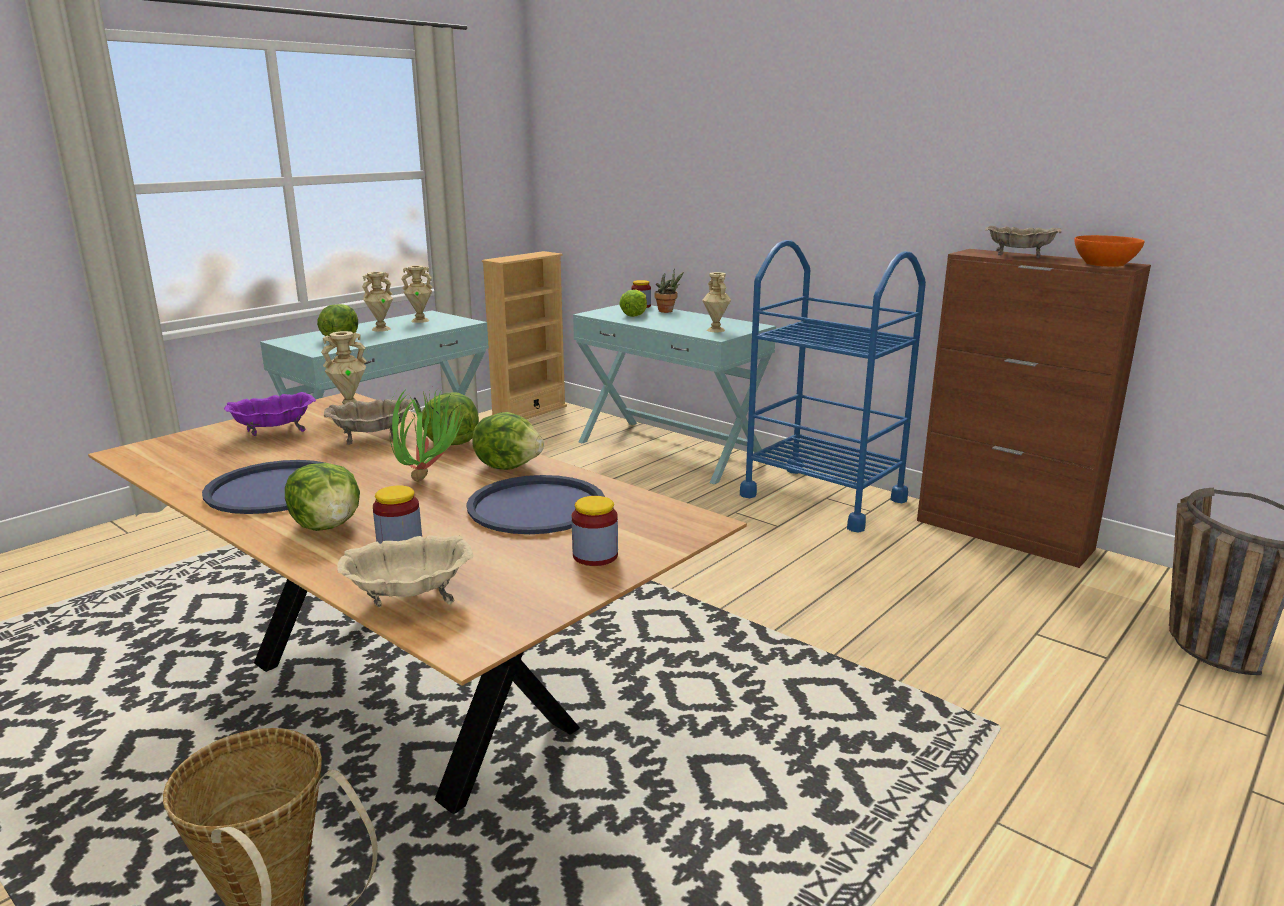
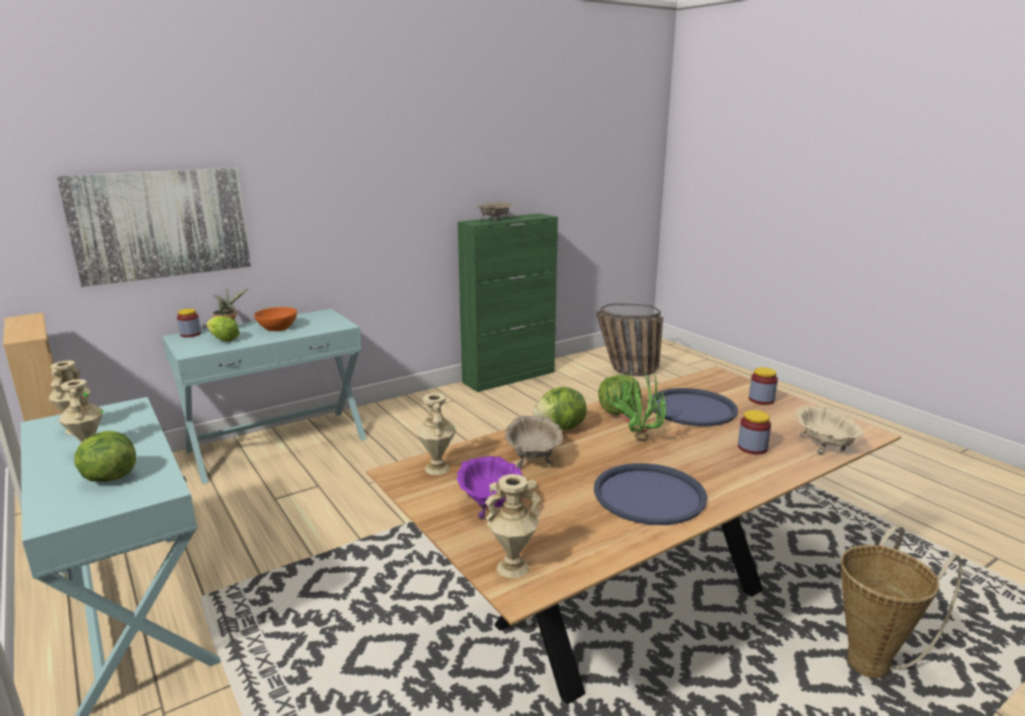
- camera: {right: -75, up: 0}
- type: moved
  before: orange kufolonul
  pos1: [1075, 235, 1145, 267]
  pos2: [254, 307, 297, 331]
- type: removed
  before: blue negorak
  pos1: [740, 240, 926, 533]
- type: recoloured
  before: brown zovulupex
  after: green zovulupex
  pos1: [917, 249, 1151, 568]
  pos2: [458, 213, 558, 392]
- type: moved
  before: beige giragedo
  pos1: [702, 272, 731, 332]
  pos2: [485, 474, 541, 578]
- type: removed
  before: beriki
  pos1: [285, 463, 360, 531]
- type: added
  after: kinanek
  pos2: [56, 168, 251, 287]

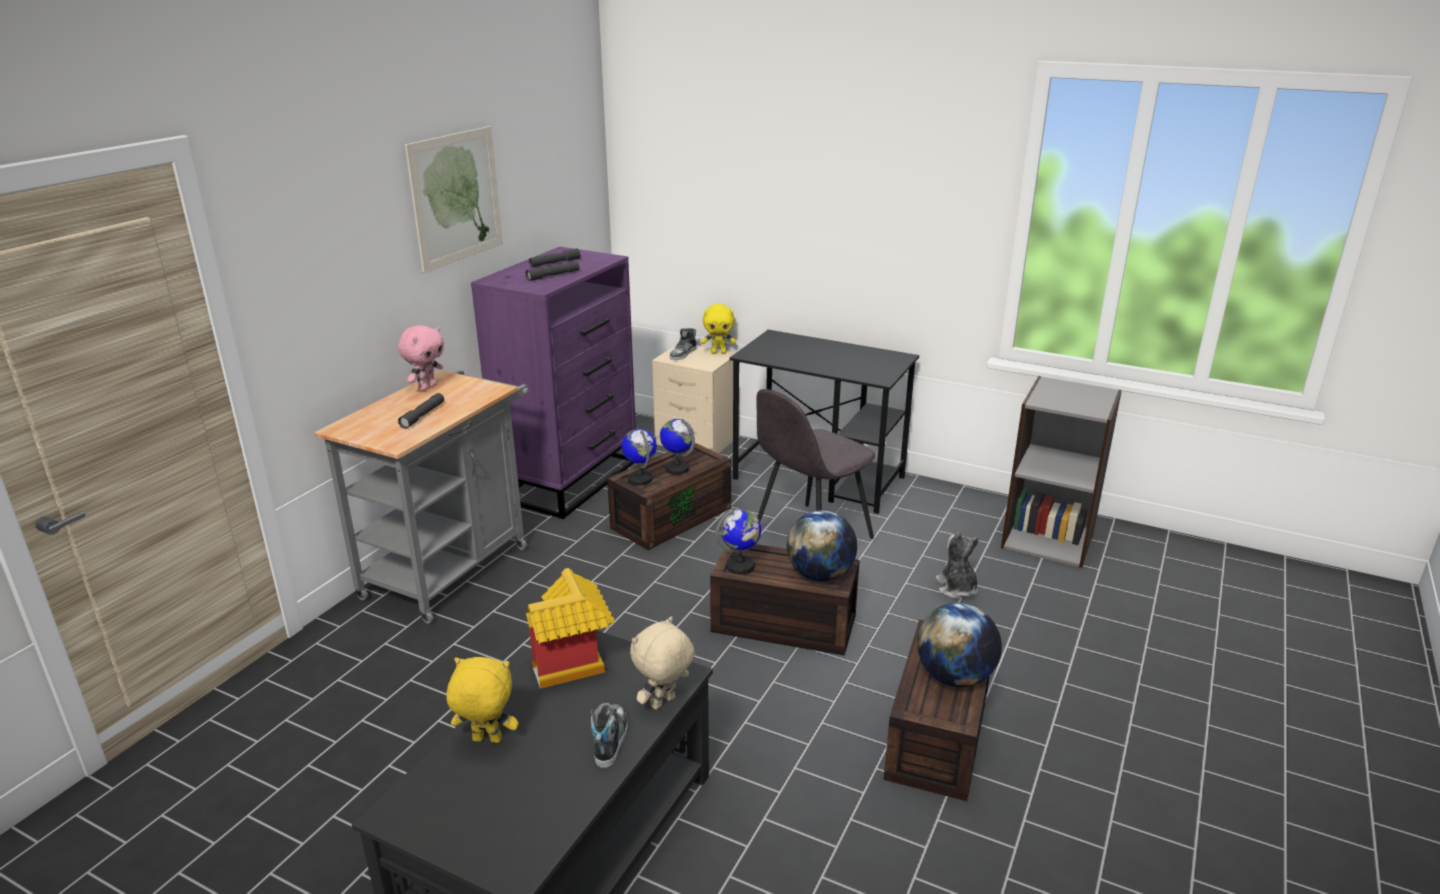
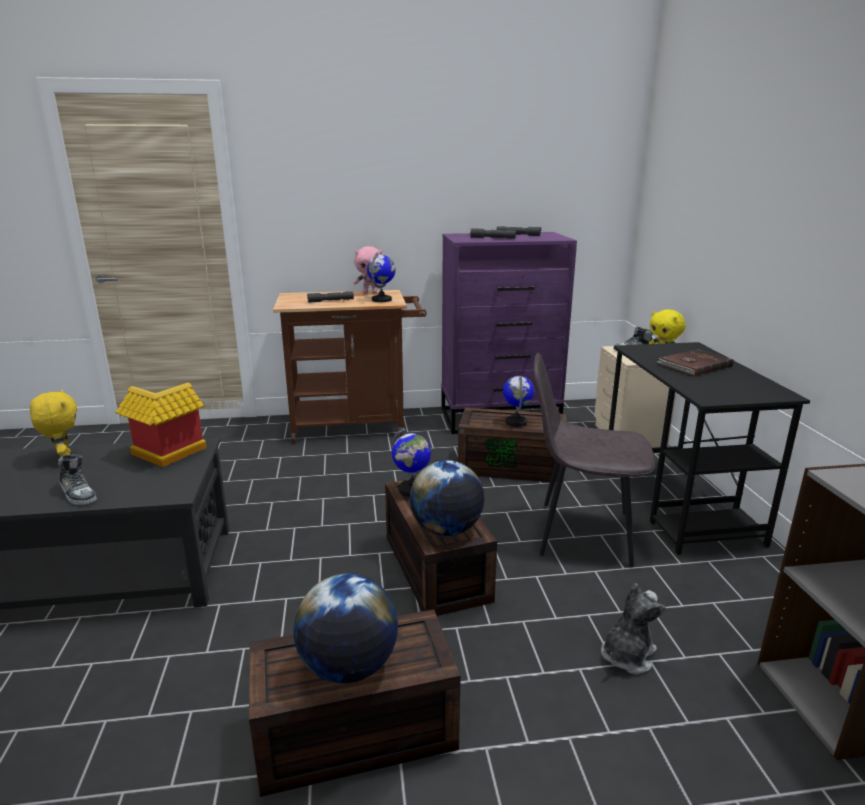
- camera: {right: 55, up: -5}
- type: removed
  before: kinanek
  pos1: [405, 126, 503, 273]
- type: recoloured
  before: grey negorak
  after: brown negorak
  pos1: [314, 370, 529, 624]
  pos2: [273, 290, 426, 443]
- type: moved
  before: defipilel
  pos1: [622, 429, 657, 486]
  pos2: [367, 252, 396, 302]
- type: removed
  before: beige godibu
  pos1: [630, 616, 695, 710]
- type: turned
  before: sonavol
  pos1: [591, 703, 628, 768]
  pos2: [58, 454, 97, 505]
  turn: 75
- type: added
  after: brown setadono
  pos2: [657, 349, 734, 376]

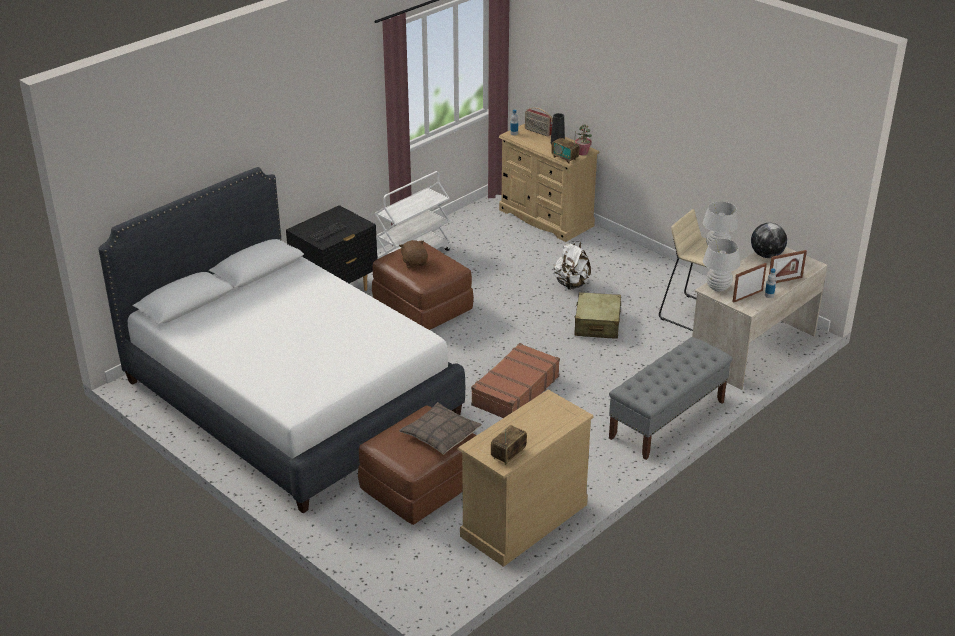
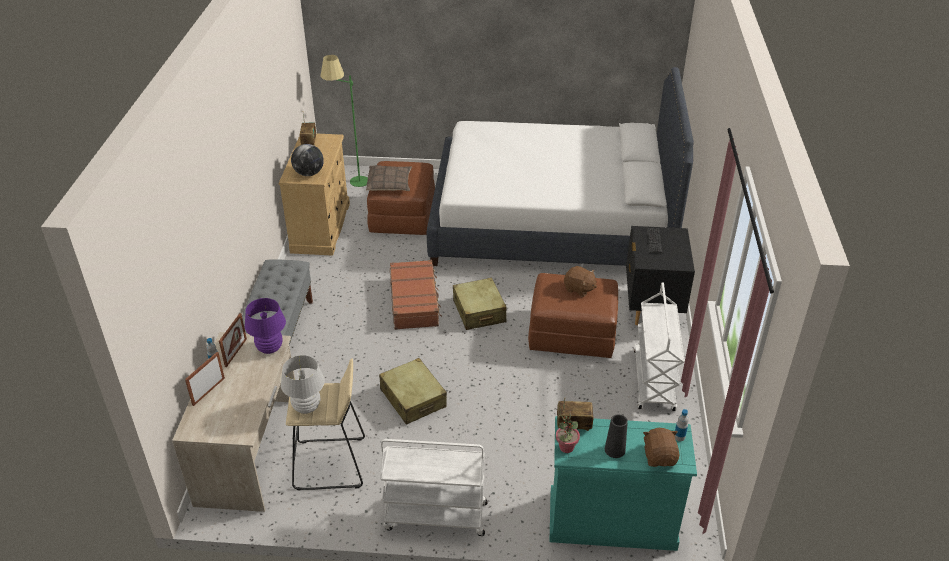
- camera: {right: 140, up: 5}
- type: replaced
  before: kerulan
  after: brown godibu
  pos1: [525, 108, 552, 137]
  pos2: [643, 428, 679, 467]
- type: recoloured
  before: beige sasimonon
  after: turquoise sasimonon
  pos1: [499, 124, 599, 242]
  pos2: [549, 416, 697, 551]
- type: moved
  before: defipilel
  pos1: [751, 223, 787, 258]
  pos2: [291, 144, 324, 176]
- type: recoloured
  before: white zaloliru
  after: purple zaloliru
  pos1: [703, 239, 740, 292]
  pos2: [245, 298, 286, 354]
- type: removed
  before: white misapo
  pos1: [554, 241, 591, 290]
- type: added
  after: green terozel
  pos2: [320, 55, 368, 187]
- type: added
  after: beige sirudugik
  pos2: [453, 278, 506, 330]
- type: added
  after: white negorak
  pos2: [380, 439, 488, 536]

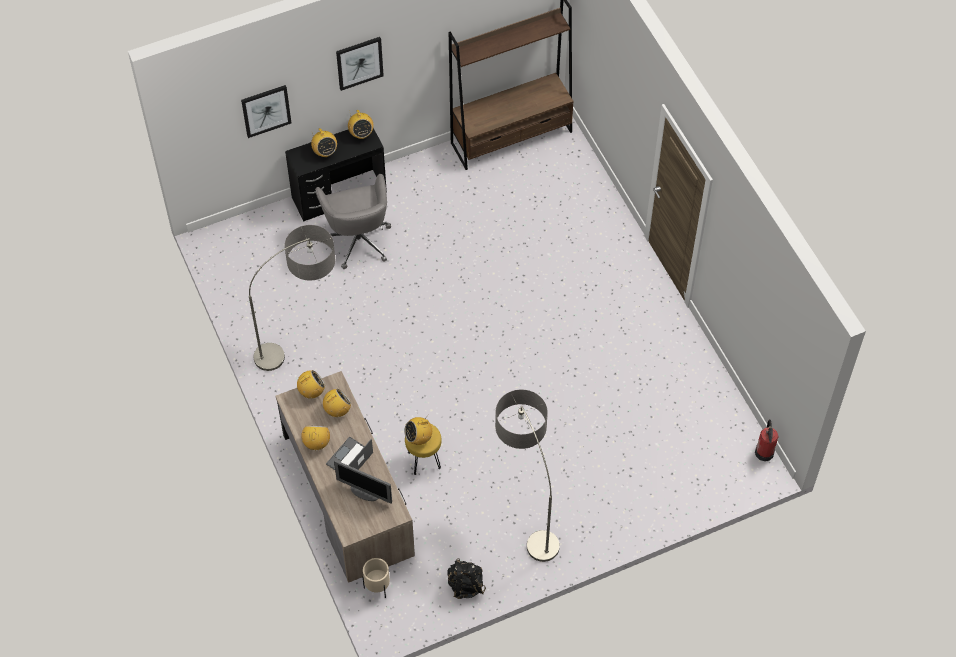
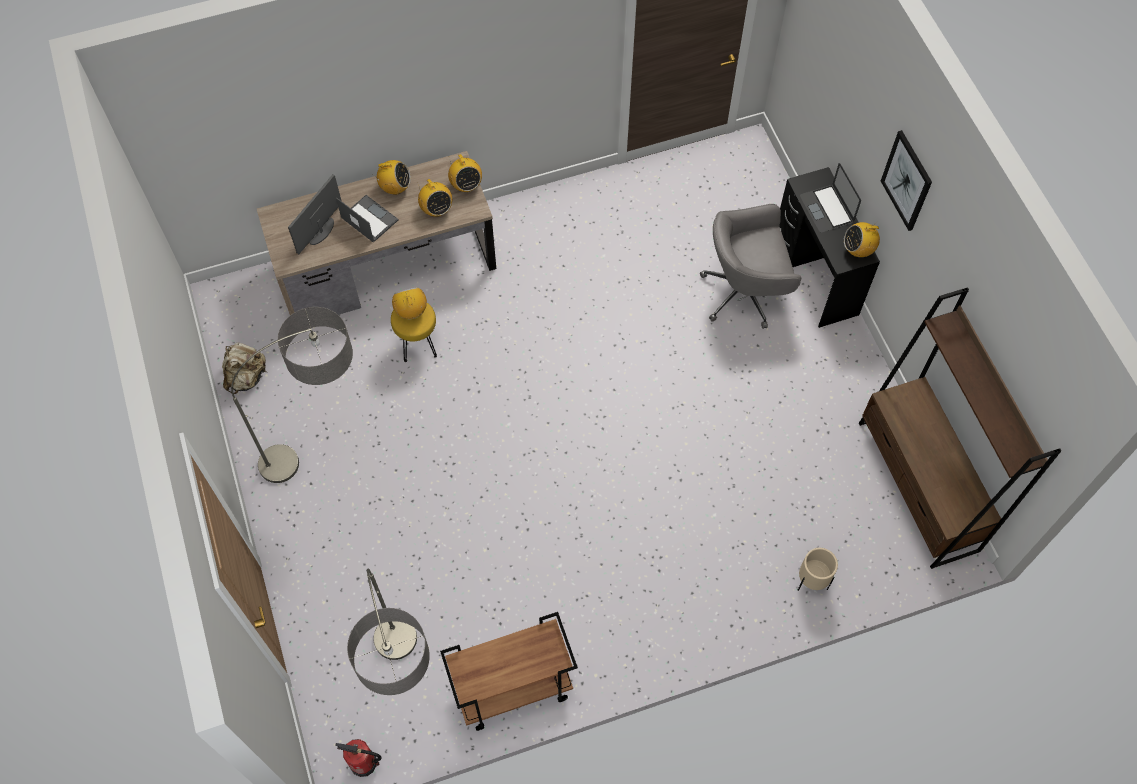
- camera: {right: 95, up: 5}
- type: removed
  before: kinanek
  pos1: [241, 85, 291, 138]
- type: replaced
  before: kerulan
  after: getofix
  pos1: [311, 128, 337, 157]
  pos2: [800, 163, 861, 233]
- type: moved
  before: terozel
  pos1: [249, 225, 335, 371]
  pos2: [347, 568, 430, 695]
- type: moved
  before: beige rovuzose
  pos1: [362, 558, 390, 598]
  pos2: [798, 548, 838, 591]
- type: recoloured
  before: black misapo
  after: beige misapo
  pos1: [447, 558, 486, 599]
  pos2: [222, 343, 266, 394]
- type: added
  after: brown negorak
  pos2: [440, 612, 578, 731]

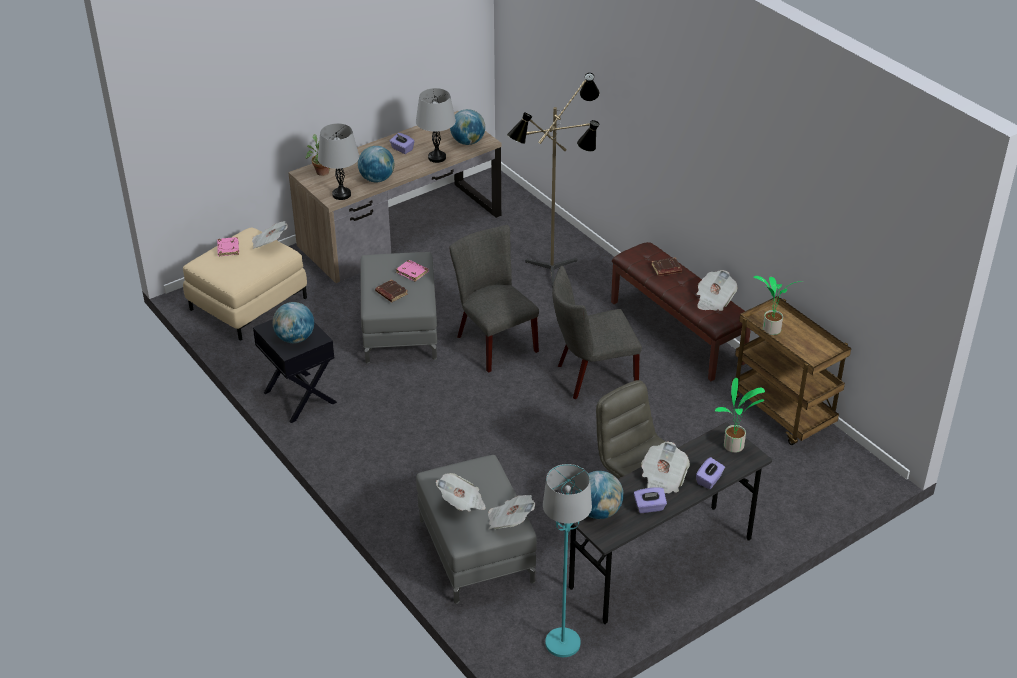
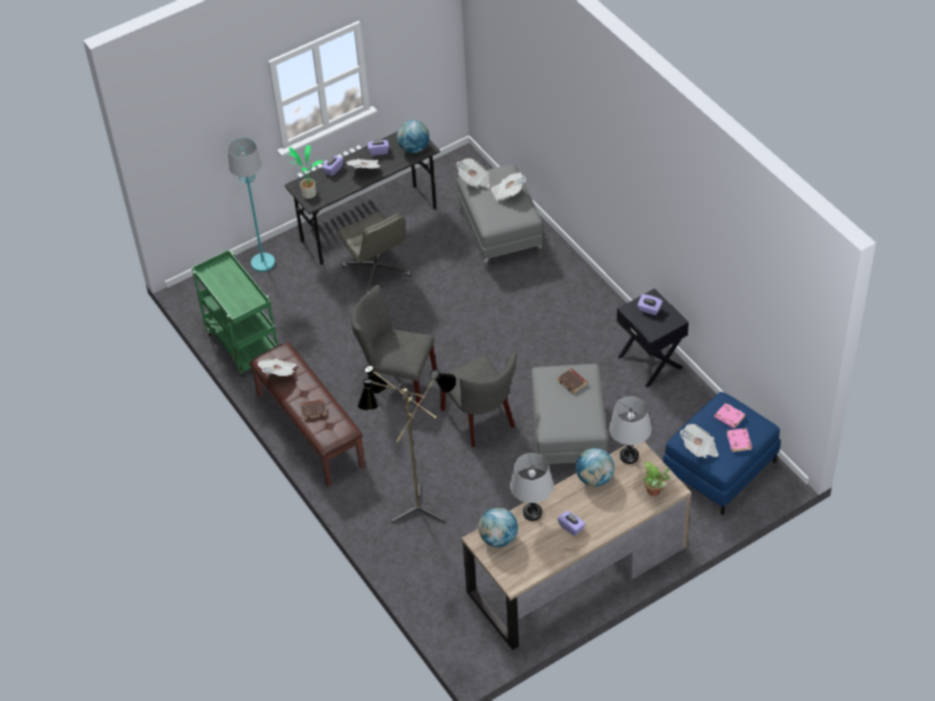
- camera: {right: -175, up: 10}
- type: recoloured
  before: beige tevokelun
  after: blue tevokelun
  pos1: [183, 227, 307, 341]
  pos2: [663, 392, 781, 515]
- type: moved
  before: pink setadono
  pos1: [396, 260, 429, 282]
  pos2: [714, 403, 746, 429]
- type: turned
  before: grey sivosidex
  pos1: [552, 266, 642, 400]
  pos2: [351, 285, 437, 408]
  turn: -150
- type: removed
  before: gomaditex
  pos1: [754, 276, 803, 335]
- type: recoloured
  before: brown negorak
  after: green negorak
  pos1: [731, 296, 851, 445]
  pos2: [191, 249, 278, 377]
- type: replaced
  before: defipilel
  after: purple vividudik
  pos1: [273, 302, 314, 343]
  pos2: [637, 294, 663, 315]
- type: moved
  before: turquoise terozel
  pos1: [543, 464, 592, 657]
  pos2: [228, 138, 275, 272]

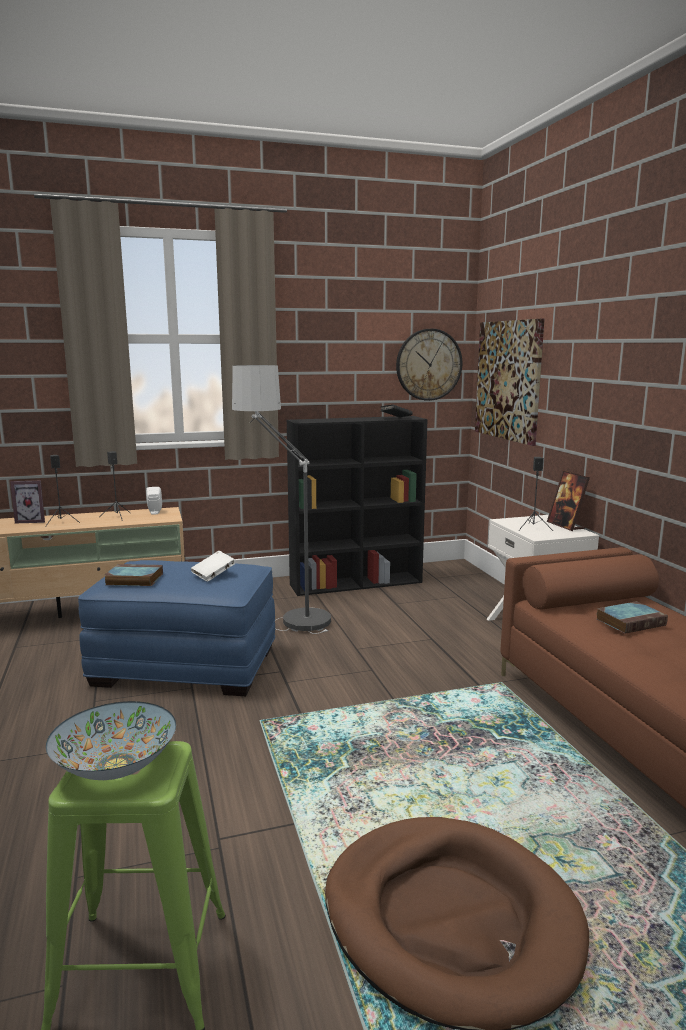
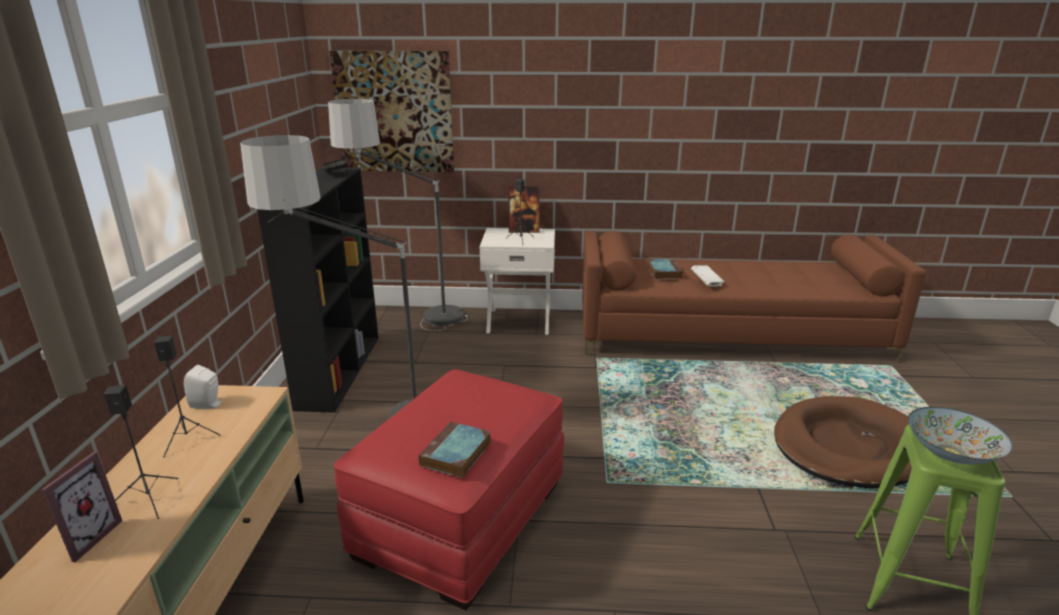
- camera: {right: -70, up: 10}
- type: removed
  before: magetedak
  pos1: [396, 329, 463, 401]
- type: moved
  before: white setadono
  pos1: [191, 551, 235, 582]
  pos2: [691, 265, 724, 286]
- type: recoloured
  before: blue tevokelun
  after: red tevokelun
  pos1: [78, 560, 275, 696]
  pos2: [334, 369, 564, 610]
- type: added
  after: terozel
  pos2: [328, 99, 468, 331]

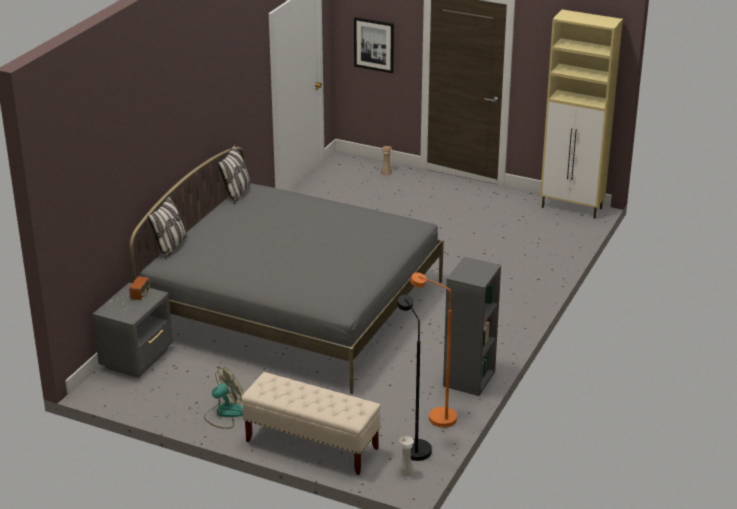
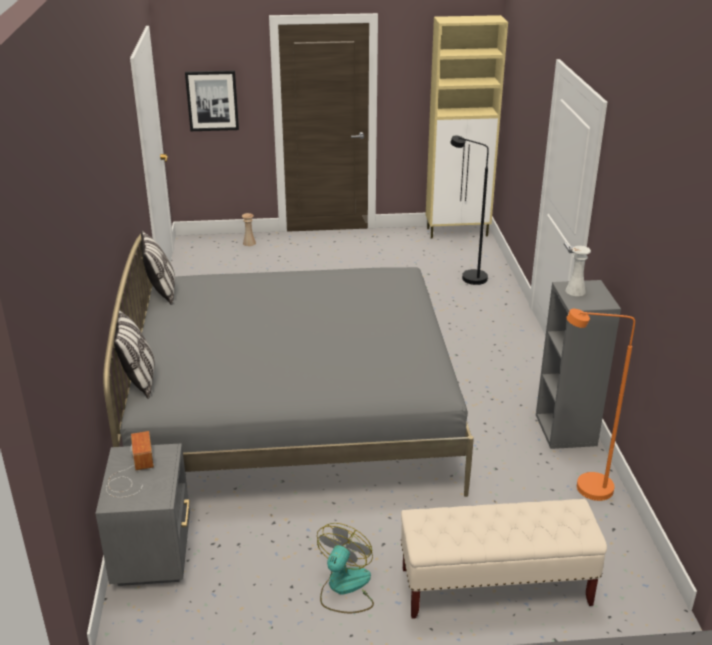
- camera: {right: -30, up: 0}
- type: moved
  before: black terozel
  pos1: [397, 295, 432, 461]
  pos2: [450, 135, 489, 285]
- type: moved
  before: white giragedo
  pos1: [398, 436, 414, 476]
  pos2: [565, 246, 591, 296]

